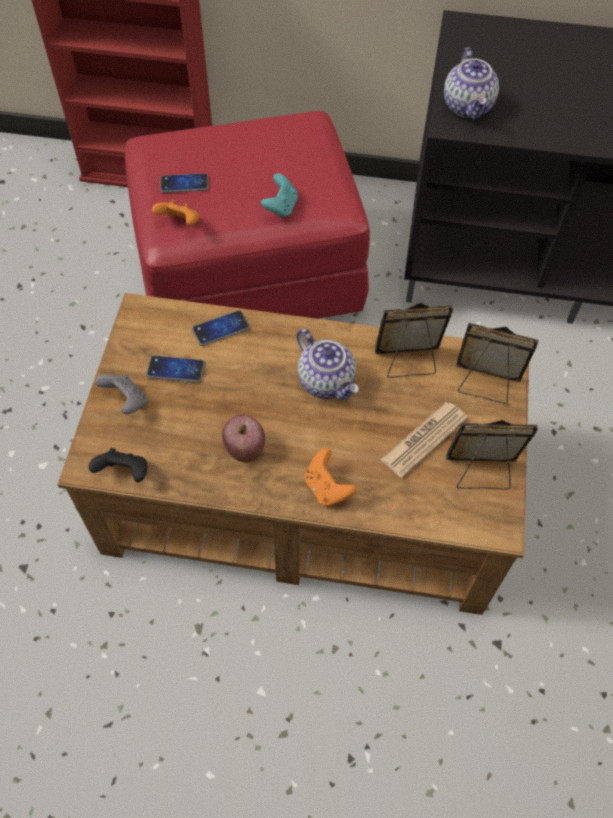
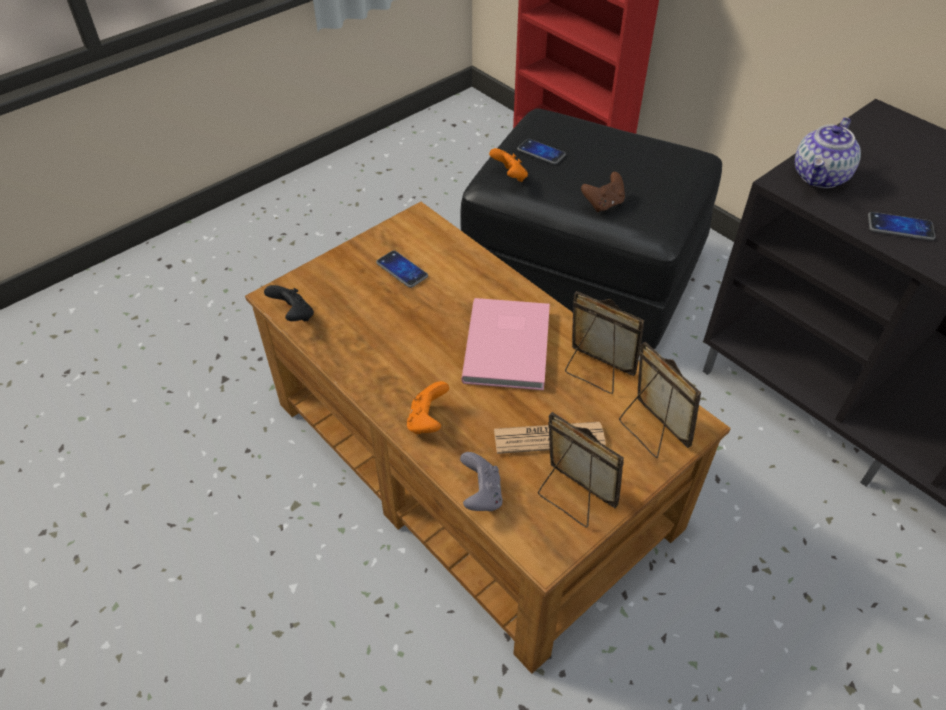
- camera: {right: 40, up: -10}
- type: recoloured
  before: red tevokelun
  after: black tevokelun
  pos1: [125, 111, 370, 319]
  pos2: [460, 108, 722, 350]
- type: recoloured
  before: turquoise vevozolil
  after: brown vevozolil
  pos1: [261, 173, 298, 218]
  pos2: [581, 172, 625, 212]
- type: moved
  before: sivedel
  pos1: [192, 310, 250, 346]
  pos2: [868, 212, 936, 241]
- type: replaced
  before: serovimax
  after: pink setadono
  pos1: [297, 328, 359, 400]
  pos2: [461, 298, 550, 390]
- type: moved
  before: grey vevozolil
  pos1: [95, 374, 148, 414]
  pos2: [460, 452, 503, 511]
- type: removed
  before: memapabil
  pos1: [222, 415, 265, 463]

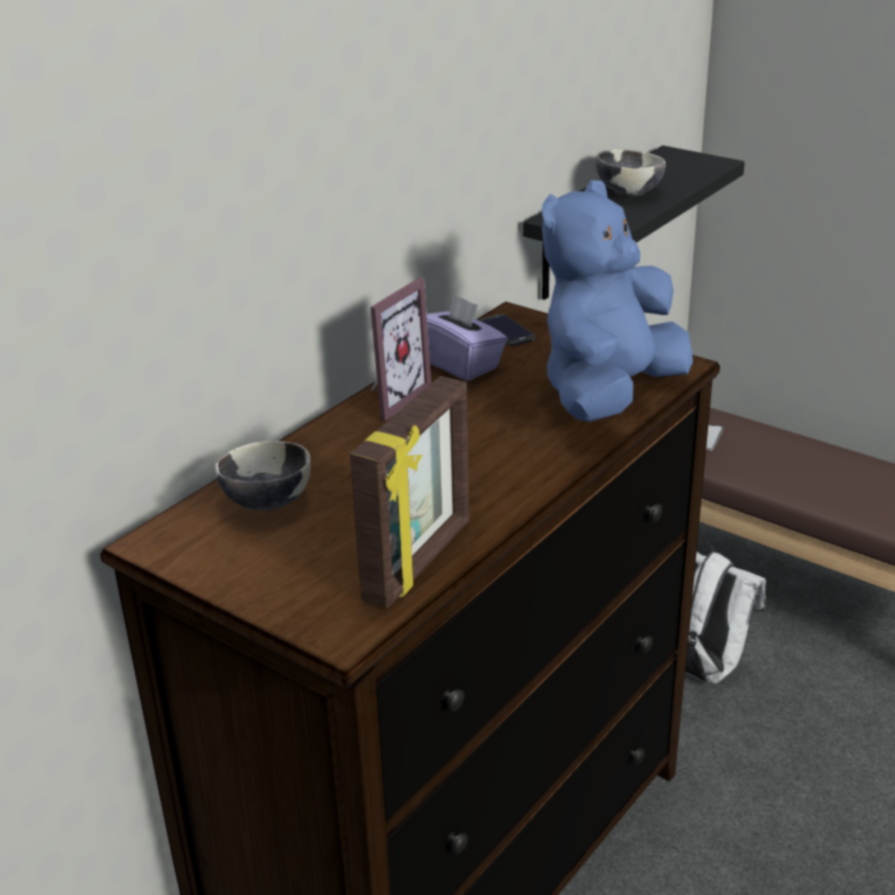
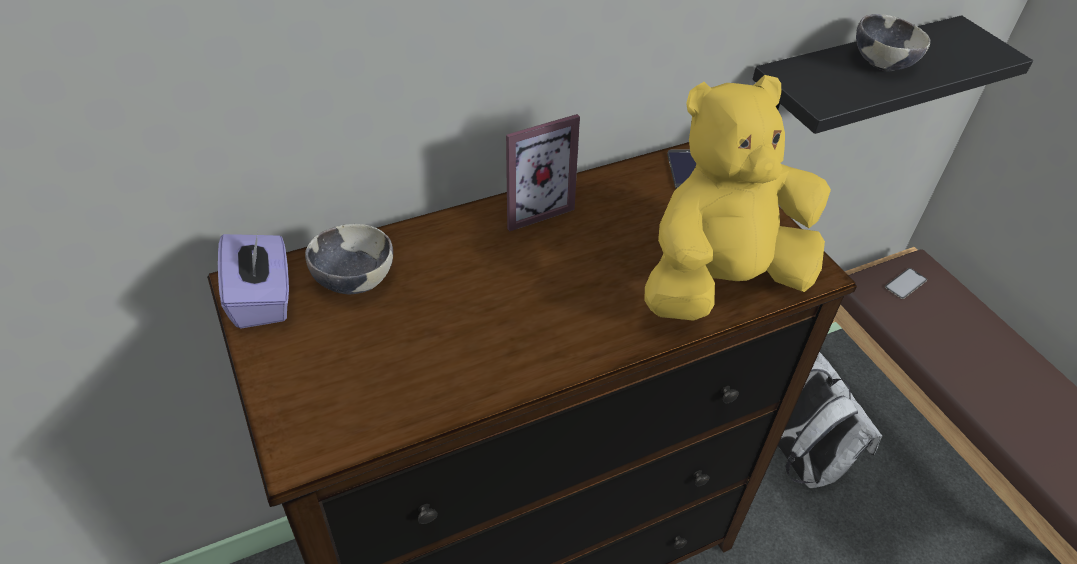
- camera: {right: 25, up: 15}
- type: recoloured
  before: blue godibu
  after: yellow godibu
  pos1: [542, 180, 693, 422]
  pos2: [644, 75, 831, 321]
- type: moved
  before: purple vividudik
  pos1: [427, 293, 508, 381]
  pos2: [218, 232, 289, 329]
- type: removed
  before: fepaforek
  pos1: [350, 376, 469, 608]

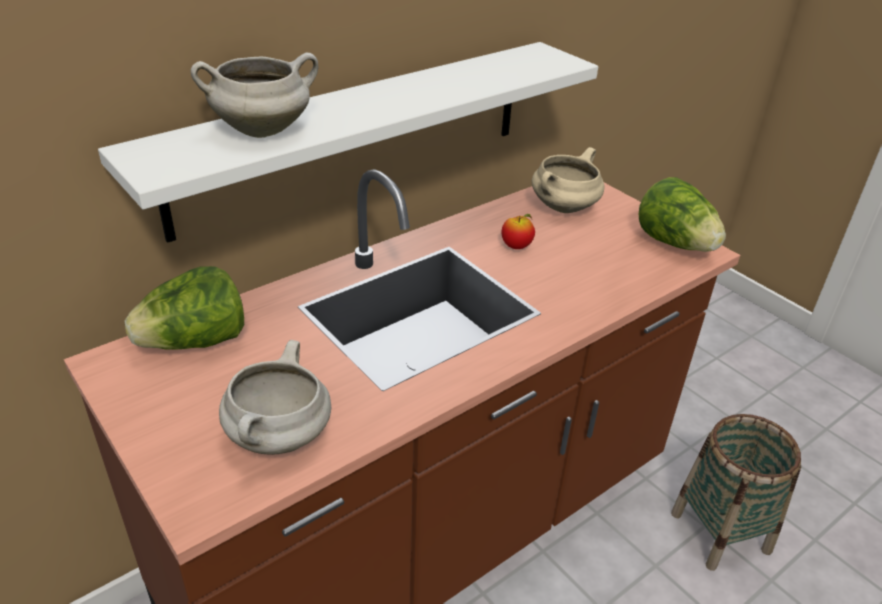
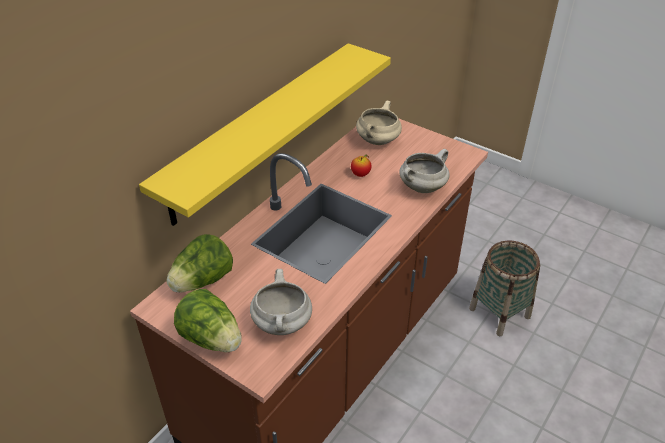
- camera: {right: -15, up: 5}
- type: recoloured
  before: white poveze
  after: yellow poveze
  pos1: [98, 42, 598, 243]
  pos2: [139, 43, 391, 226]
- type: moved
  before: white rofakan
  pos1: [190, 53, 319, 138]
  pos2: [399, 149, 449, 193]
- type: moved
  before: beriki
  pos1: [639, 177, 726, 252]
  pos2: [174, 289, 242, 353]

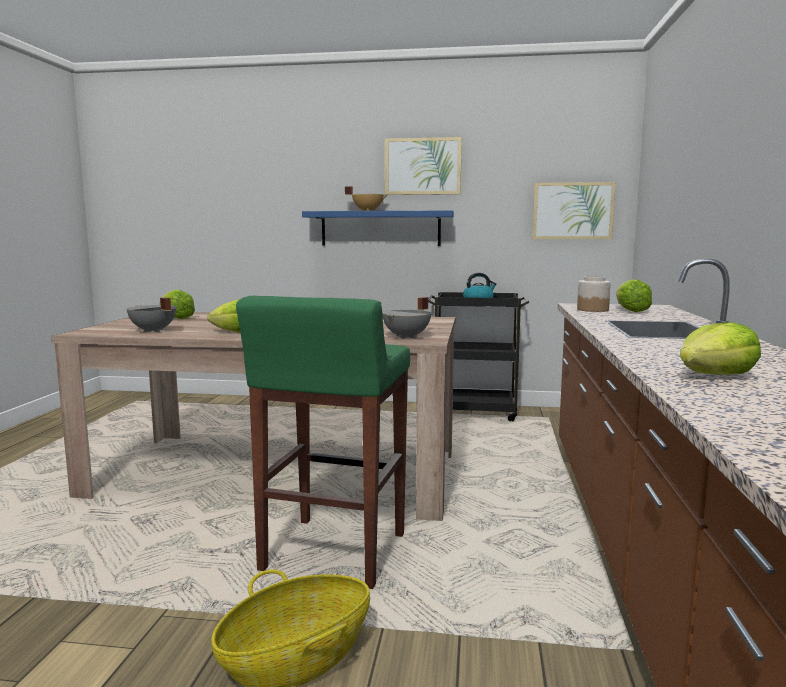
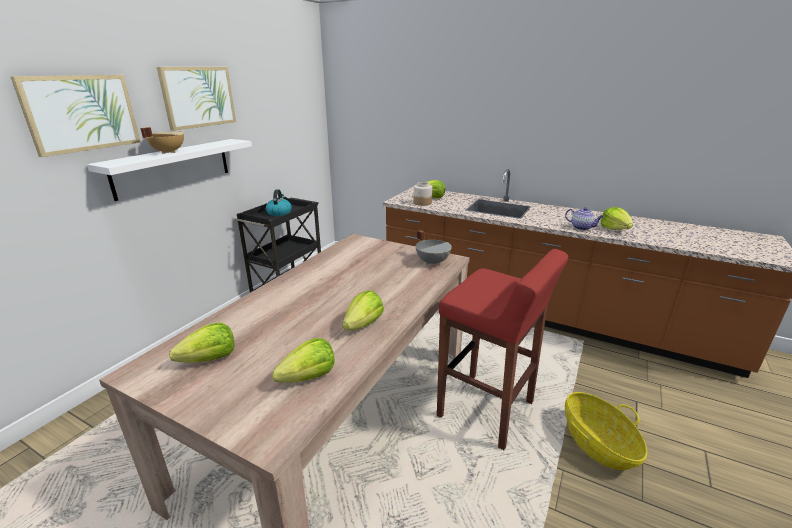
- camera: {right: -70, up: 15}
- type: moved
  before: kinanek
  pos1: [532, 182, 616, 239]
  pos2: [10, 75, 141, 157]
- type: recoloured
  before: blue poveze
  after: white poveze
  pos1: [302, 210, 454, 246]
  pos2: [87, 139, 252, 201]
- type: recoloured
  before: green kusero
  after: red kusero
  pos1: [236, 296, 410, 589]
  pos2: [437, 249, 568, 450]
- type: replaced
  before: grey rofakan
  after: beriki
  pos1: [126, 297, 176, 332]
  pos2: [272, 338, 335, 383]
- type: added
  after: serovimax
  pos2: [565, 207, 604, 230]

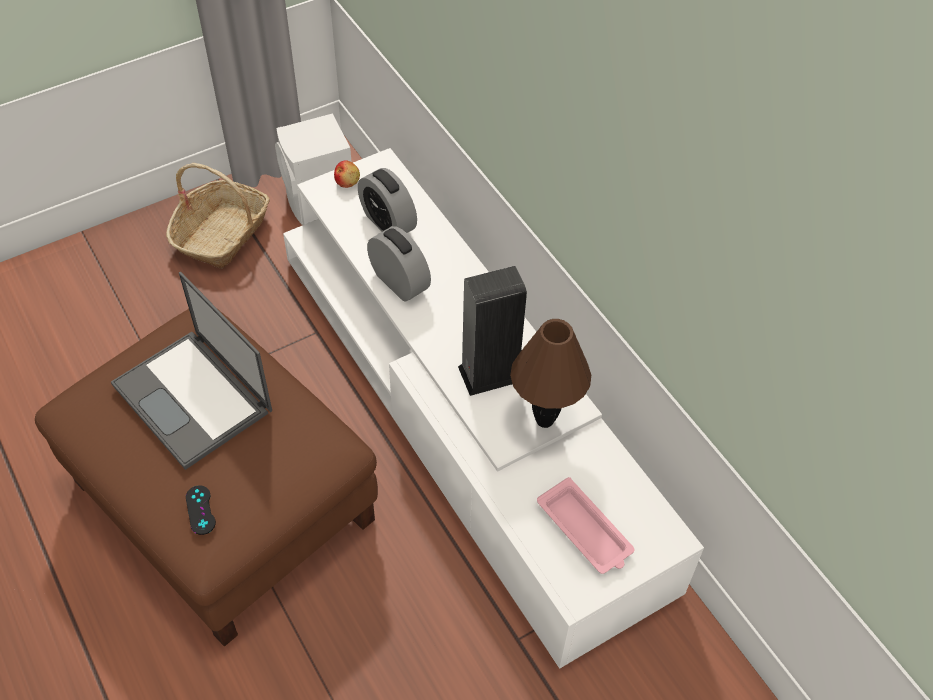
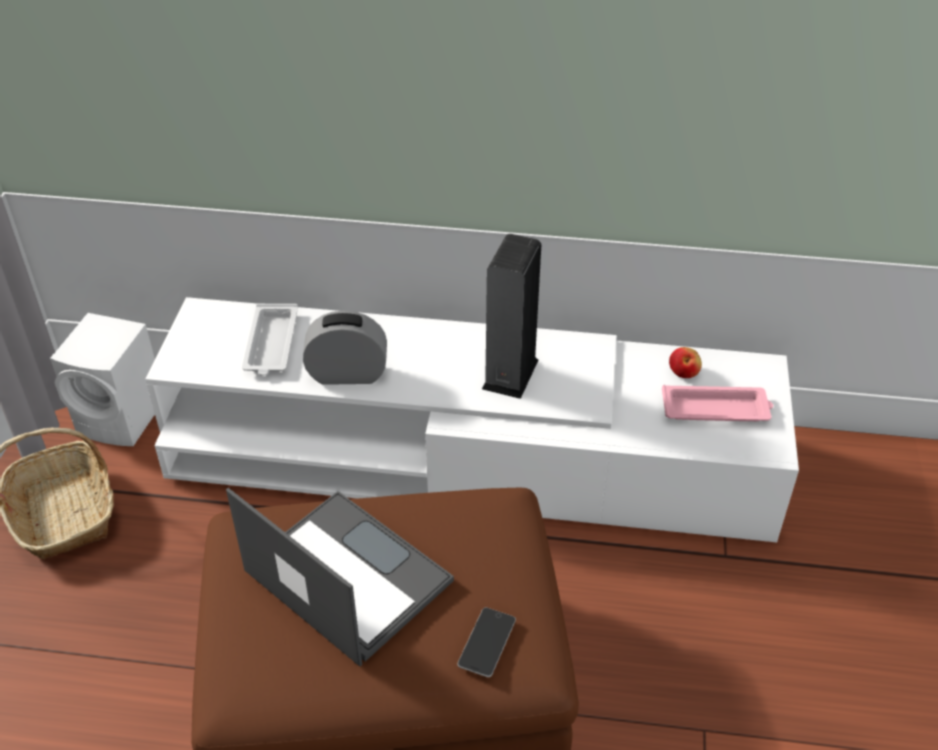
- camera: {right: -50, up: -10}
- type: moved
  before: memapabil
  pos1: [334, 160, 360, 188]
  pos2: [669, 347, 702, 378]
- type: replaced
  before: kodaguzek
  after: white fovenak
  pos1: [358, 168, 417, 233]
  pos2: [242, 304, 298, 375]
- type: turned
  before: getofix
  pos1: [111, 272, 272, 470]
  pos2: [226, 488, 454, 666]
  turn: -135
- type: removed
  before: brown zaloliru
  pos1: [510, 319, 591, 428]
- type: replaced
  before: black vevozolil
  after: sivedel
  pos1: [186, 485, 216, 535]
  pos2: [457, 607, 516, 677]

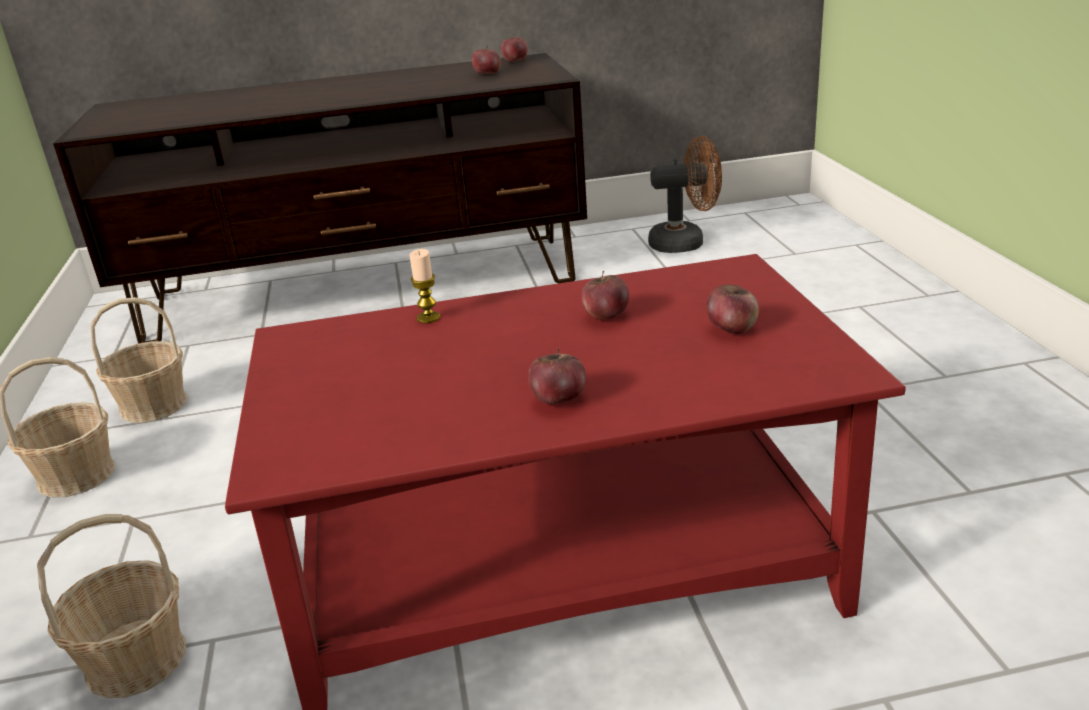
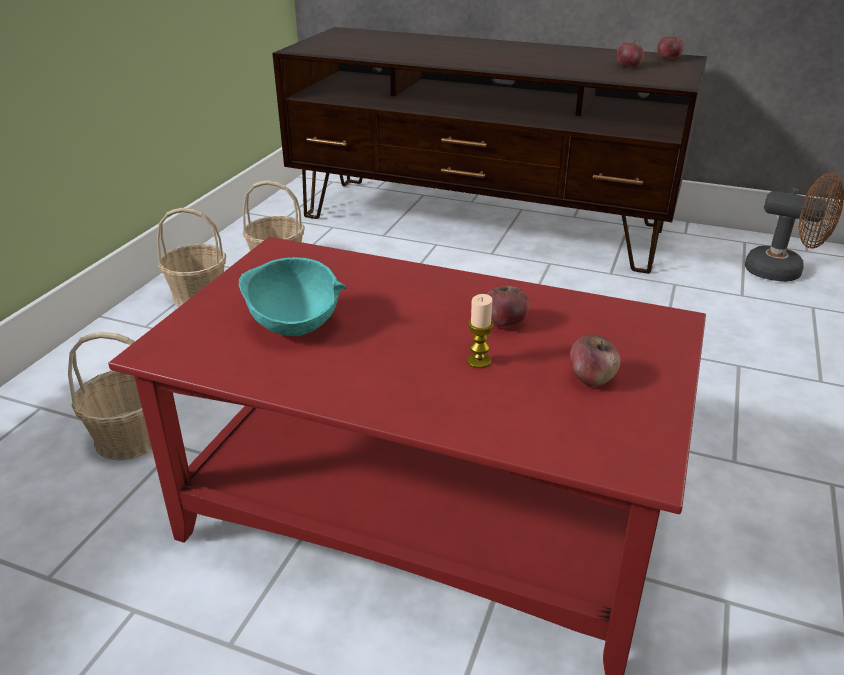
- camera: {right: 30, up: 5}
- type: moved
  before: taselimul
  pos1: [409, 249, 440, 323]
  pos2: [467, 294, 494, 368]
- type: removed
  before: memapabil
  pos1: [528, 348, 586, 404]
- type: added
  after: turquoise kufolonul
  pos2: [239, 257, 346, 336]

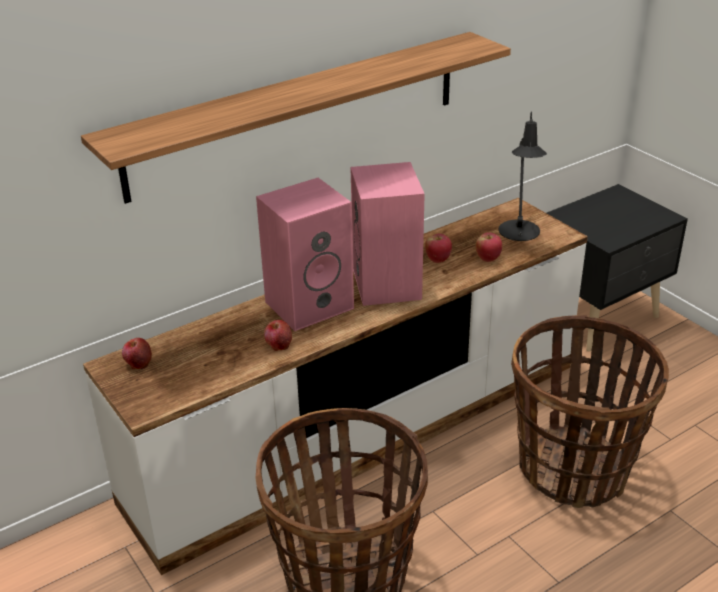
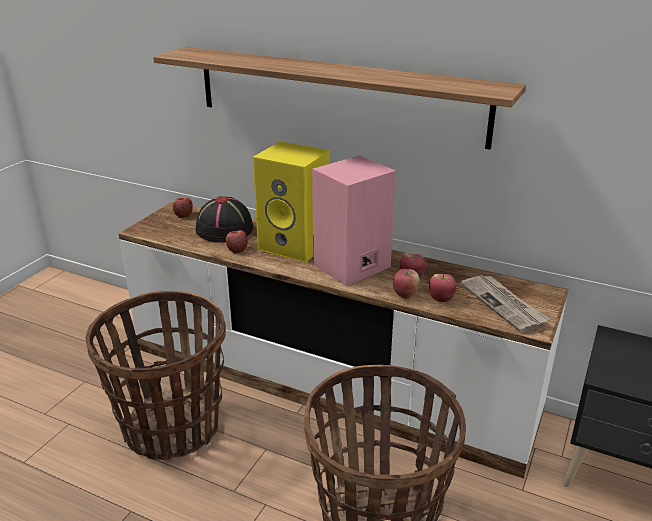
- camera: {right: 60, up: -5}
- type: replaced
  before: black zaloliru
  after: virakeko
  pos1: [499, 111, 547, 241]
  pos2: [460, 275, 549, 332]
- type: recoloured
  before: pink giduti
  after: yellow giduti
  pos1: [256, 178, 354, 331]
  pos2: [253, 141, 330, 263]
- type: added
  after: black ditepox
  pos2: [195, 196, 254, 243]
- type: added
  after: memapabil
  pos2: [393, 269, 419, 299]

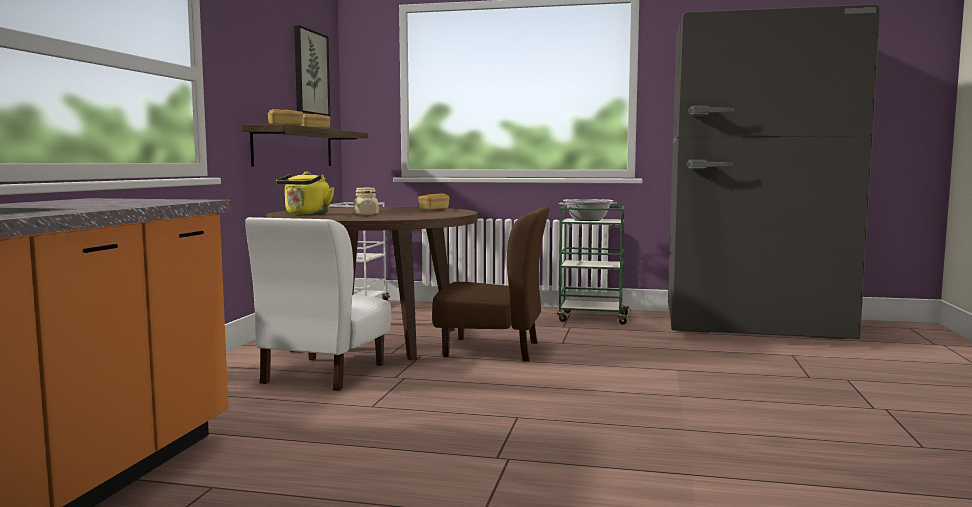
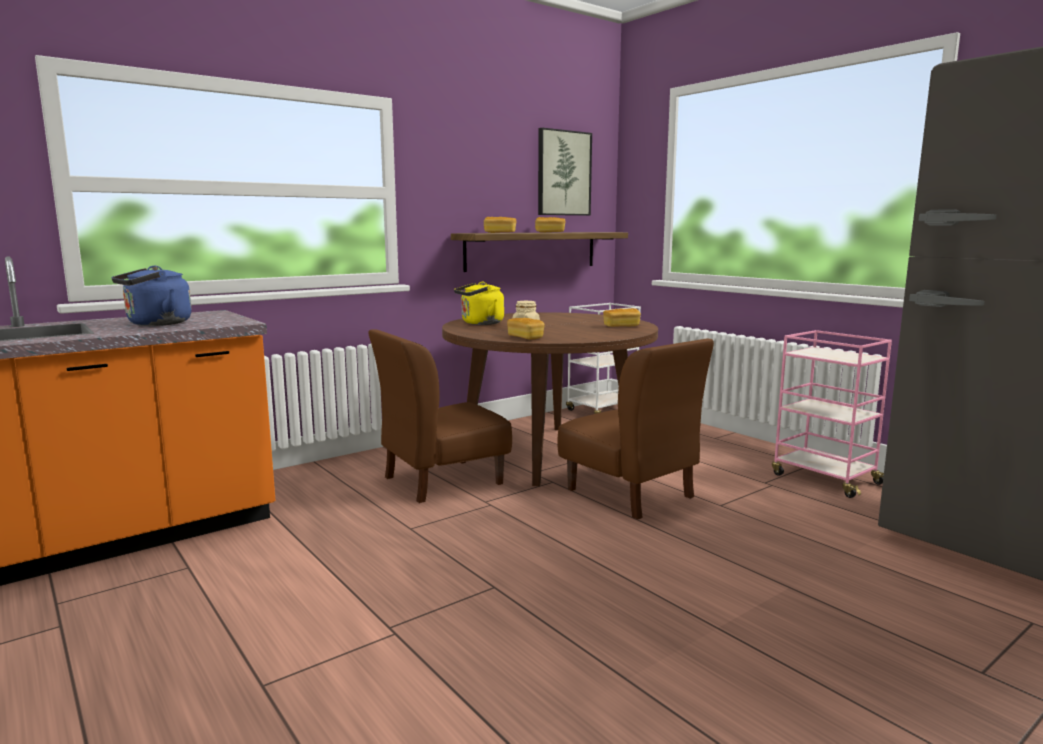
- camera: {right: 40, up: 5}
- type: removed
  before: rofakan
  pos1: [559, 199, 617, 221]
- type: recoloured
  before: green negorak
  after: pink negorak
  pos1: [557, 205, 631, 325]
  pos2: [772, 330, 892, 498]
- type: recoloured
  before: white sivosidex
  after: brown sivosidex
  pos1: [245, 217, 391, 391]
  pos2: [369, 329, 512, 503]
- type: added
  after: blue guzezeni
  pos2: [112, 266, 191, 326]
- type: added
  after: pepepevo
  pos2: [507, 318, 545, 339]

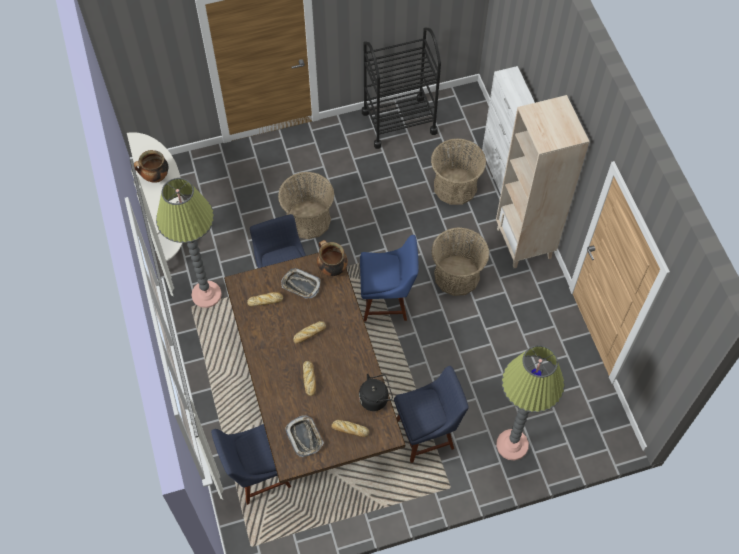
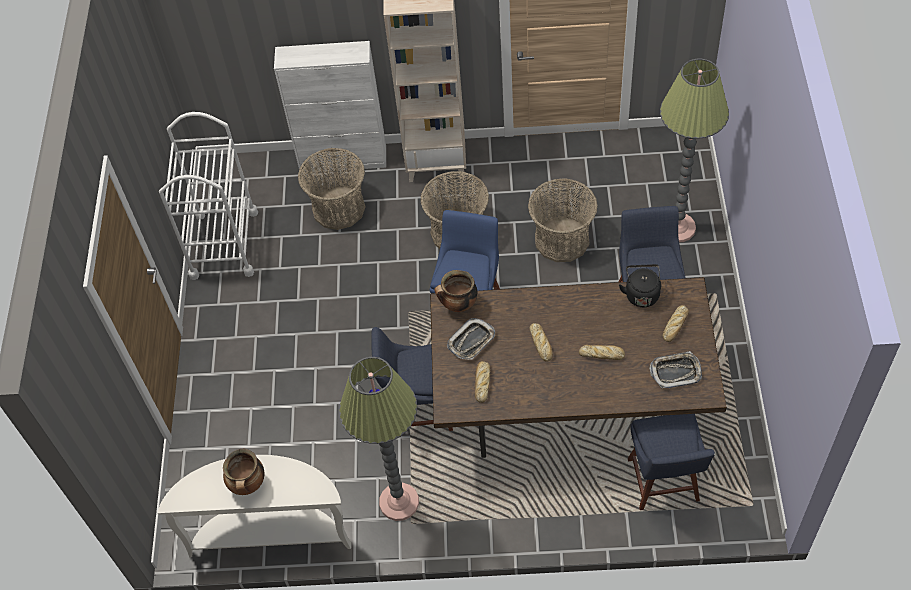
- camera: {right: -70, up: -5}
- type: recoloured
  before: black negorak
  after: white negorak
  pos1: [362, 27, 441, 149]
  pos2: [159, 112, 258, 280]
- type: moved
  before: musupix
  pos1: [278, 172, 334, 239]
  pos2: [528, 179, 598, 262]

